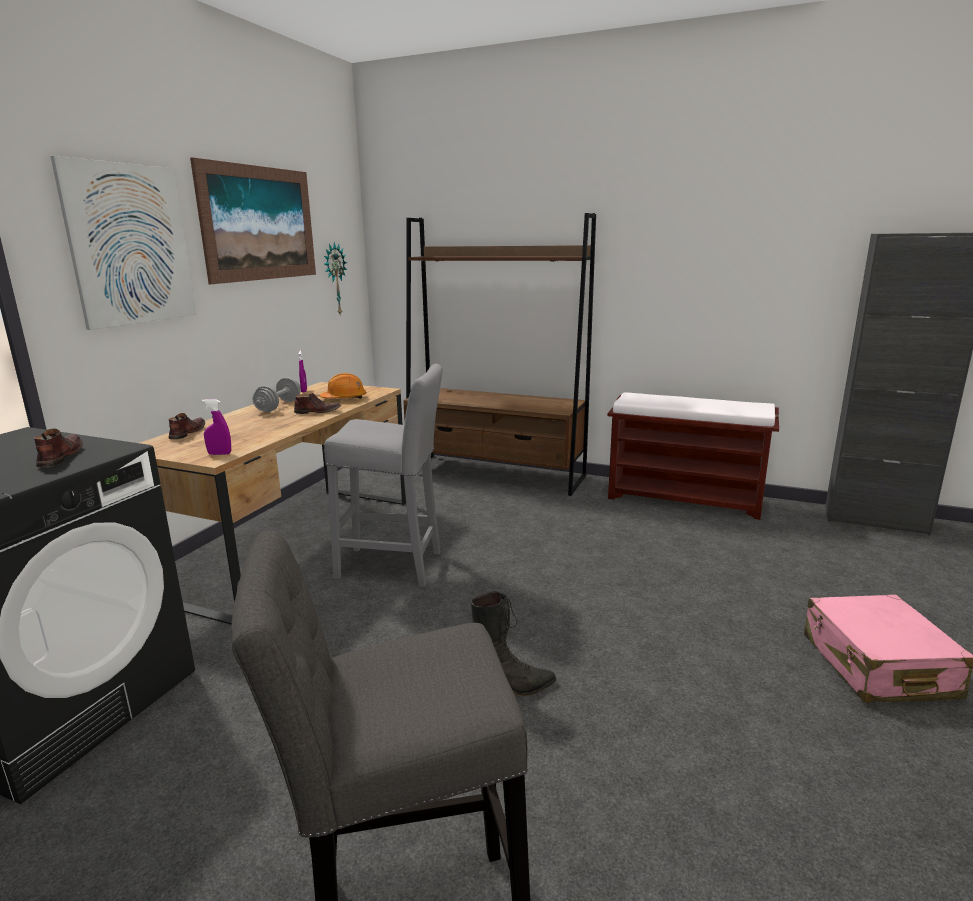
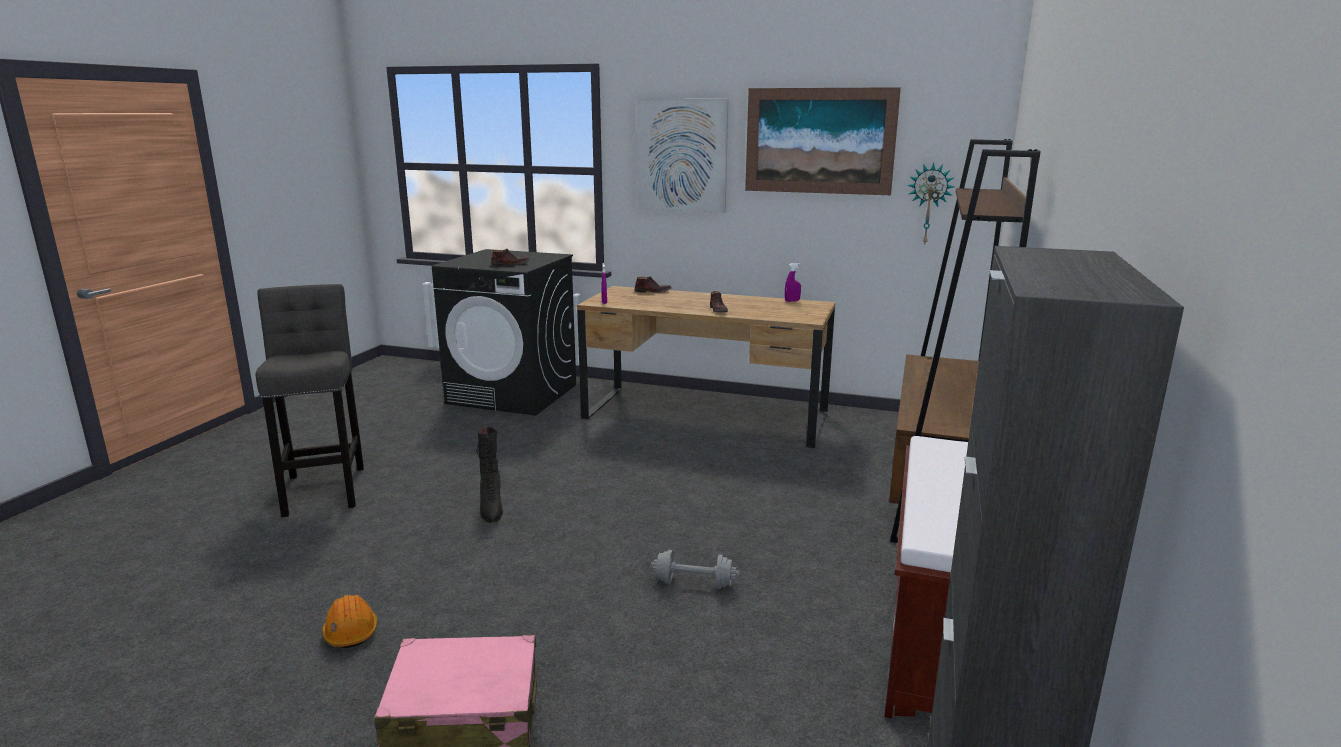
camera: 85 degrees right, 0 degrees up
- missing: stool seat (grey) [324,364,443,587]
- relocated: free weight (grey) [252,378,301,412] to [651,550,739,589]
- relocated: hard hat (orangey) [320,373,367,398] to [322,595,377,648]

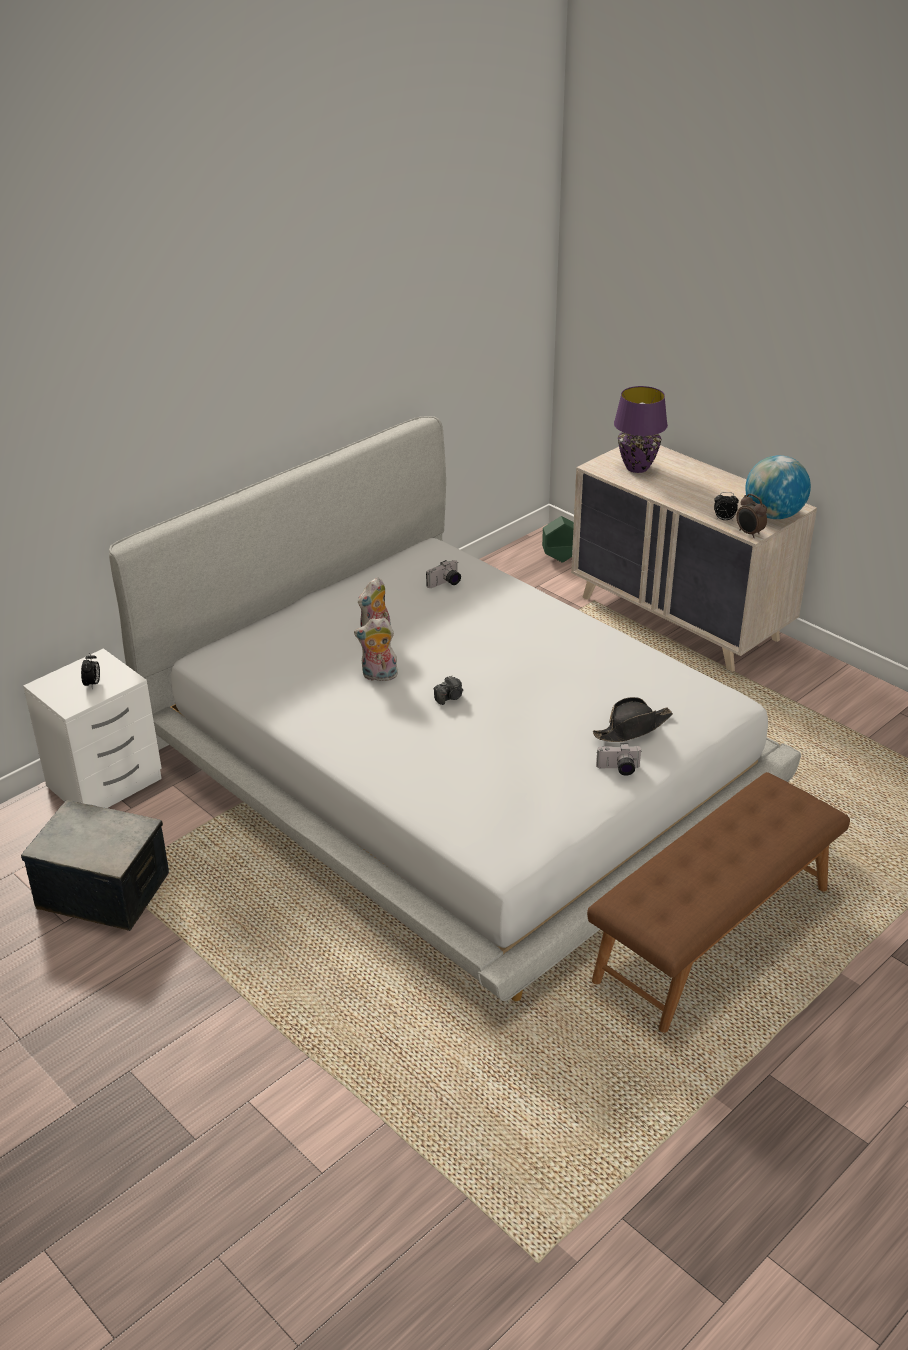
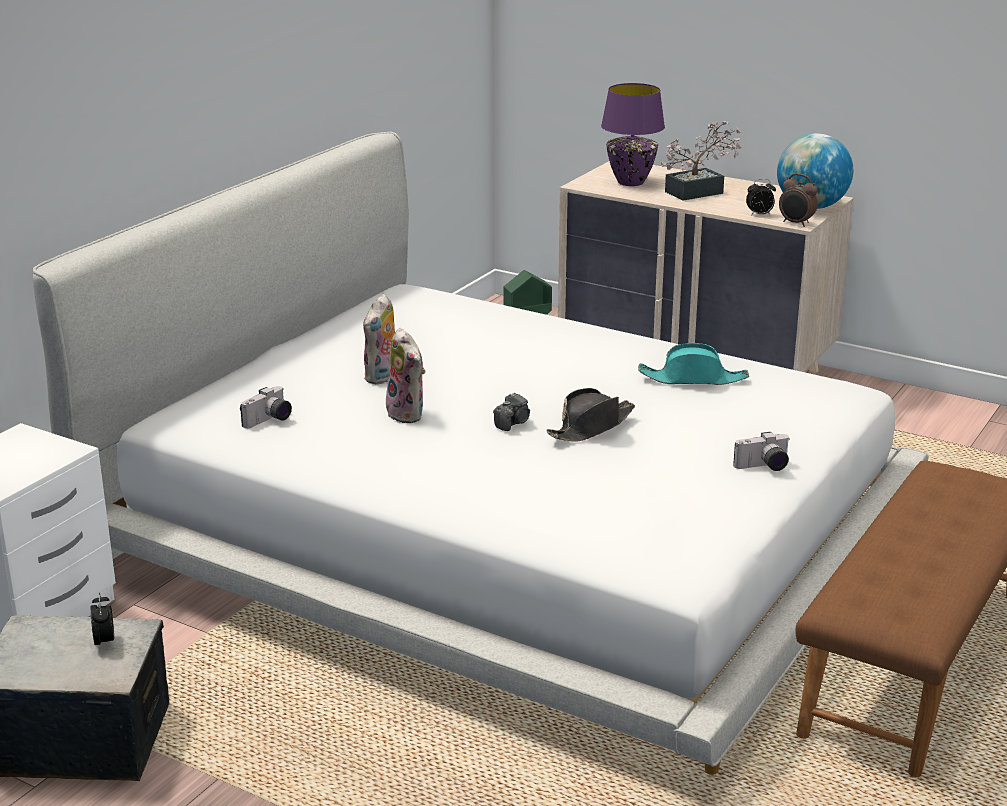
camera: 15 degrees left, 10 degrees down
- appeared: wearable hat (blue-green) [638,343,749,385]
- appeared: potted plant [661,121,741,201]
- relocated: alarm clock [81,653,100,689] to [91,593,114,648]
- relocated: still camera [426,560,461,588] to [240,386,292,429]
- relocated: wearable hat (black-coloured) [593,697,673,742] to [546,388,635,442]
- spun: plush toy [354,617,398,681] = [386,328,425,423] 105 degrees counterclockwise

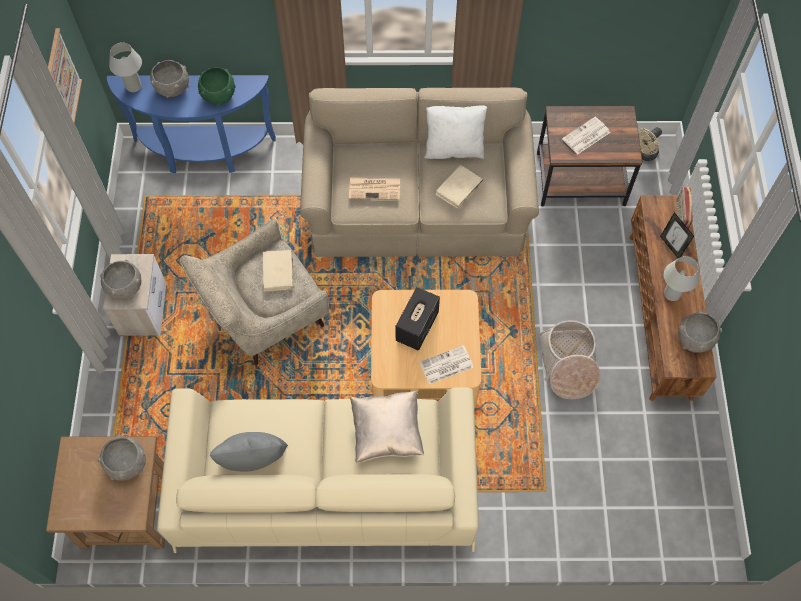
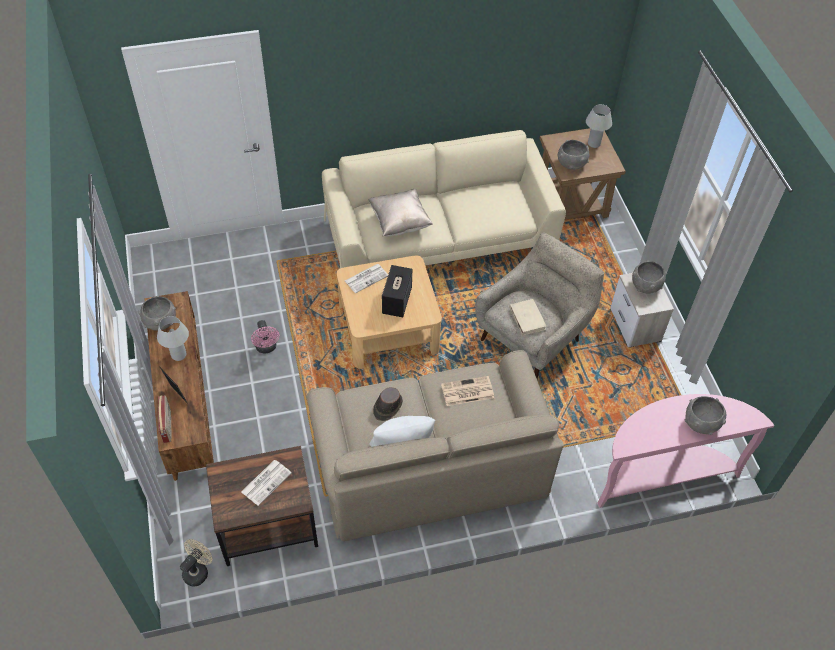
camera: 165 degrees right, 10 degrees down
- missing: wall art [48,28,82,124]
- missing: deep dish (greenish) [198,67,236,106]
- missing: pillow (grey) [210,432,288,472]
- relocated: lamp for a table (whitish) [109,42,142,92] to [586,104,612,148]
- exchanged: volume (beige) [435,165,483,209] to wearable hat (brownish) [373,387,403,421]
- exchanged: storage basket [538,320,600,399] to fan (pink) [251,320,279,354]
- colour: narrow table (blue-coloured) [107,75,276,173] to narrow table (pink) [597,394,774,508]

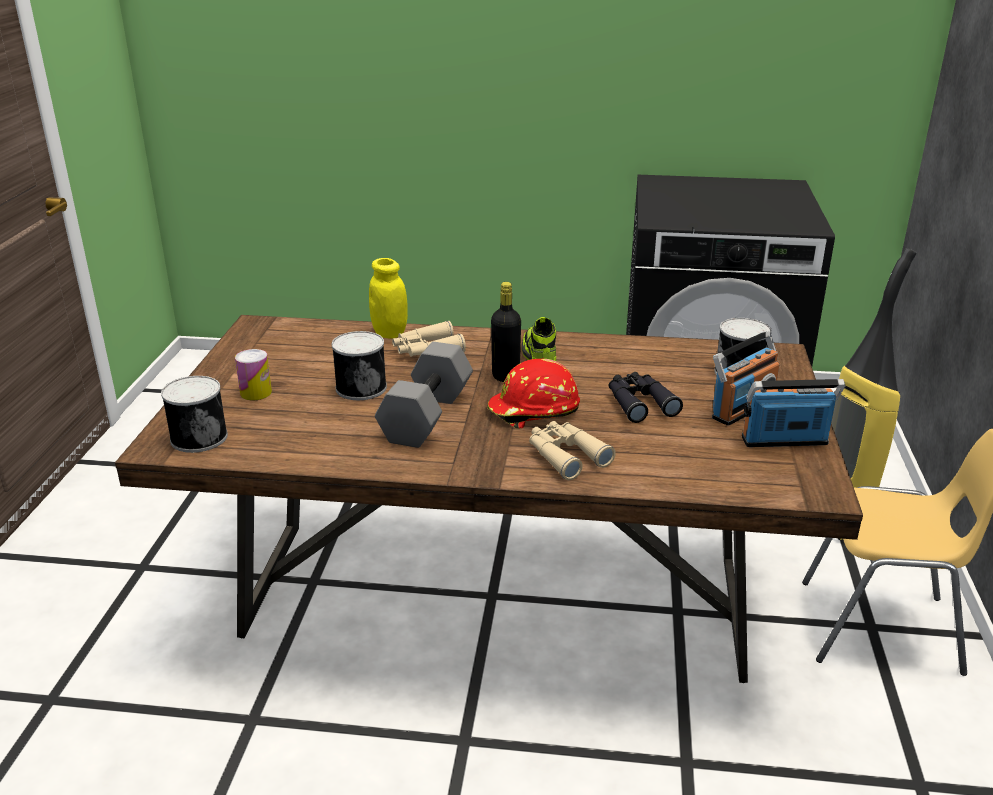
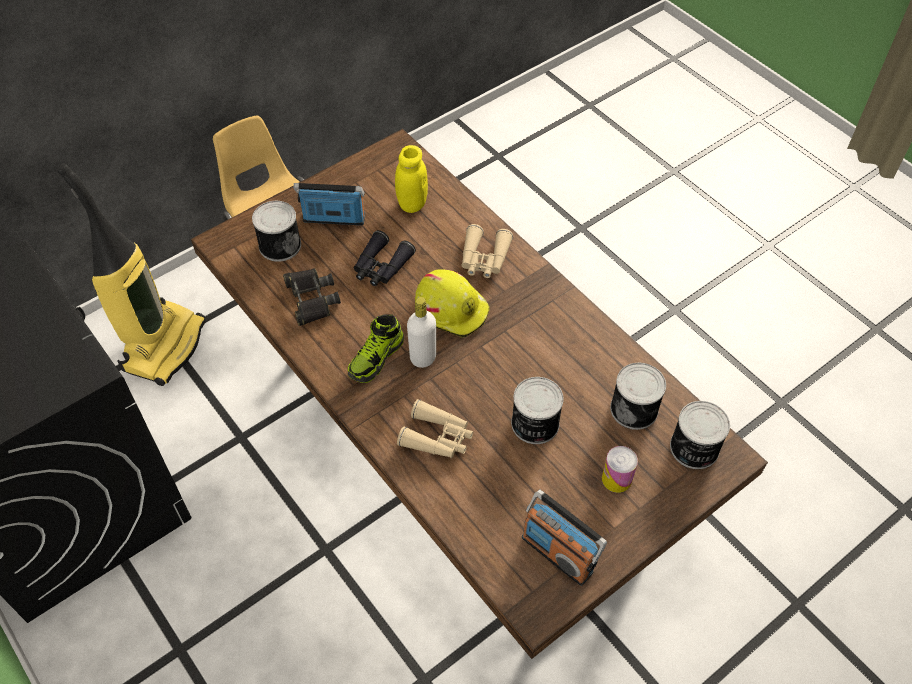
camera: 135 degrees left, 25 degrees up
- missing: free weight (grey) [375,342,473,448]
- appeared: binoculars (black-coloured) [283,268,341,326]
- appeared: sealed can [610,363,666,430]
- relocated: preserve jar (yellowish) [369,258,408,339] to [395,145,428,213]
- relocated: radio set [742,379,845,447] to [522,490,607,586]
- colour: hard hat (red) [487,359,580,428] to hard hat (yellowish) [415,269,490,337]
- colour: bottle (black-coloured) [491,282,521,382] to bottle (whitish) [407,297,436,368]

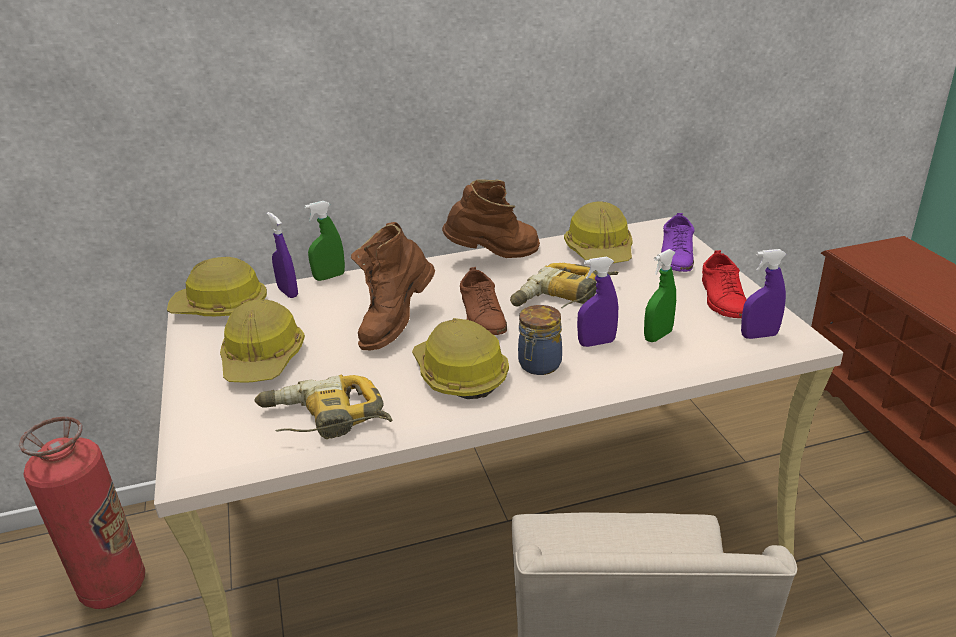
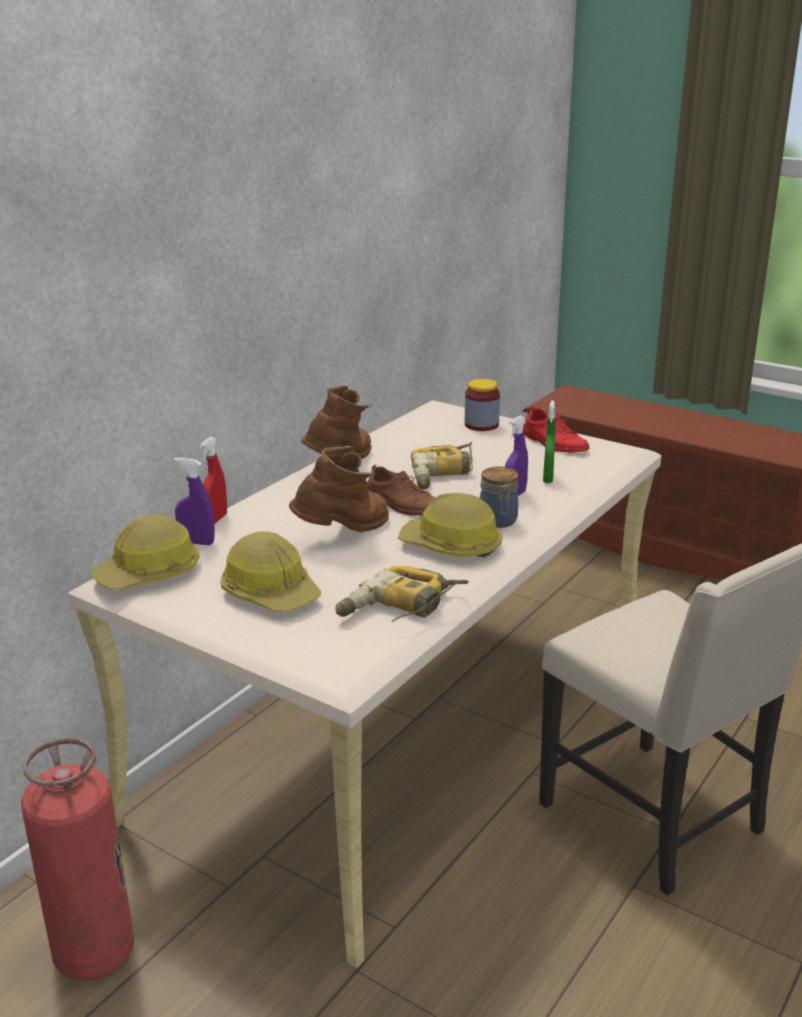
camera: 40 degrees left, 5 degrees down
- missing: hard hat [564,201,633,263]
- missing: spray bottle (purplish) [741,249,787,339]
- exchanged: shoe (purplish) [661,213,694,272] to preserve jar [465,379,500,431]
- colour: spray bottle (greenish) [305,201,345,281] to spray bottle (red) [200,437,227,524]
- spun: tall boot (brownish) [351,222,435,350] = [289,446,389,532] 120 degrees counterclockwise

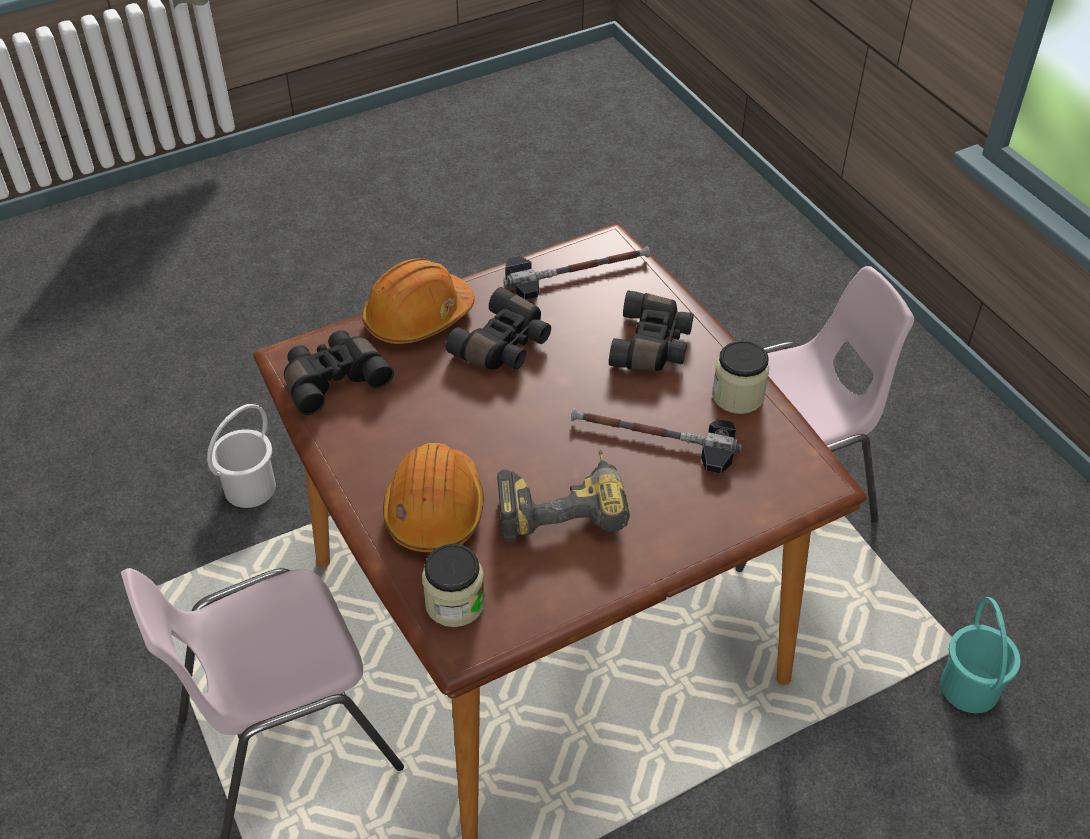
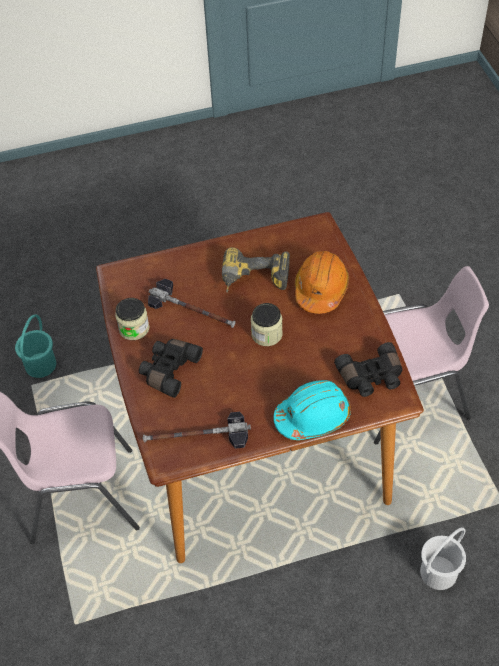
camera: 165 degrees left, 5 degrees up
- missing: binoculars (black-coloured) [446,287,551,370]
- relocated: preserve jar [422,544,485,627] to [251,303,283,346]
- colour: hard hat (orangey) [362,258,475,344] to hard hat (blue-green) [273,380,351,440]

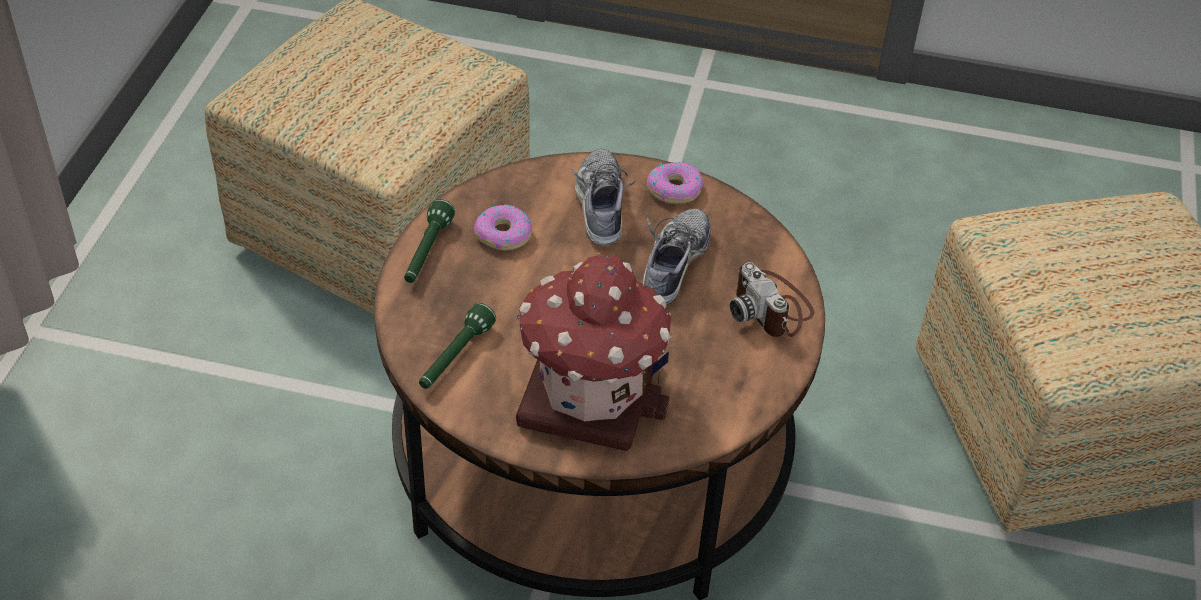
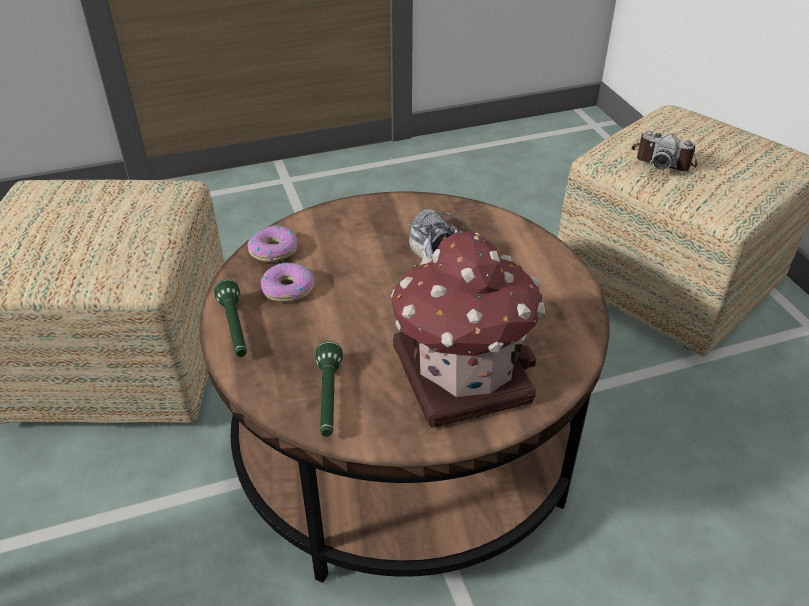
camera: 30 degrees left, 5 degrees down
- missing: shoe [569,149,635,246]
- relocated: donut [647,162,703,204] to [248,225,297,262]
- relocated: still camera [730,262,814,337] to [632,131,698,171]

